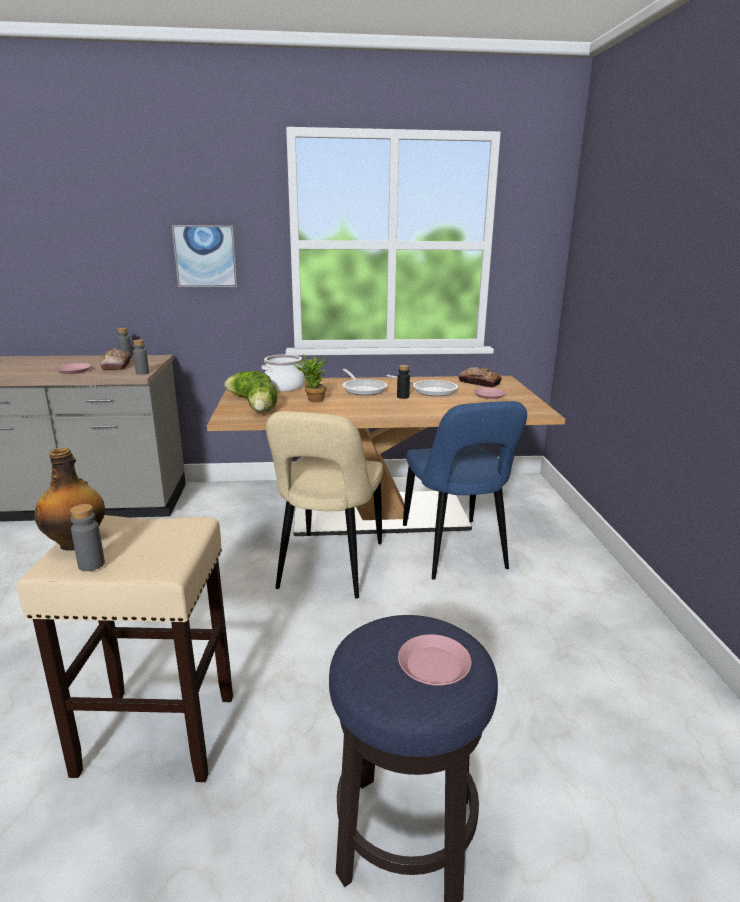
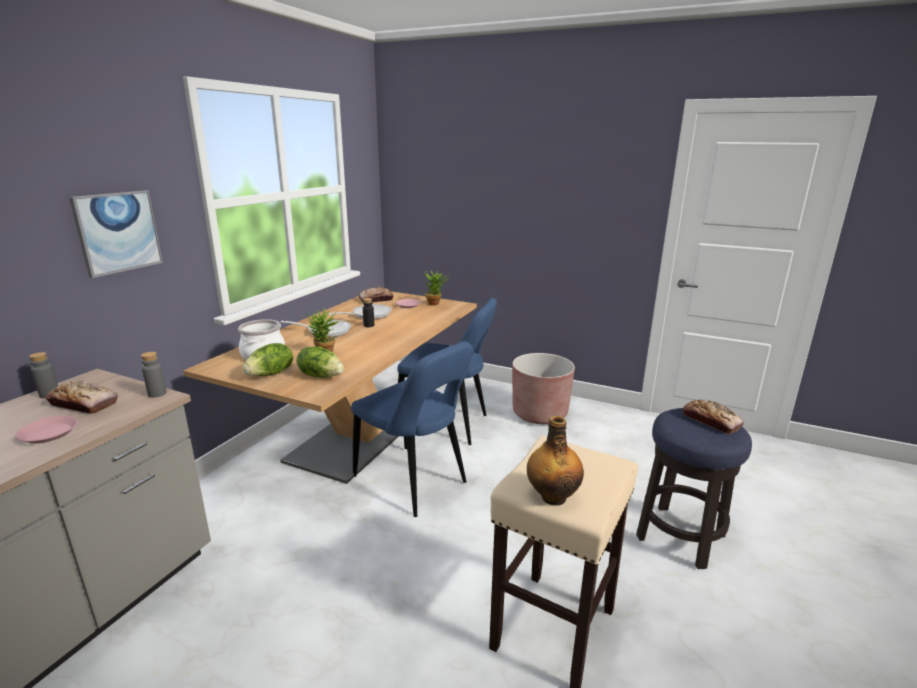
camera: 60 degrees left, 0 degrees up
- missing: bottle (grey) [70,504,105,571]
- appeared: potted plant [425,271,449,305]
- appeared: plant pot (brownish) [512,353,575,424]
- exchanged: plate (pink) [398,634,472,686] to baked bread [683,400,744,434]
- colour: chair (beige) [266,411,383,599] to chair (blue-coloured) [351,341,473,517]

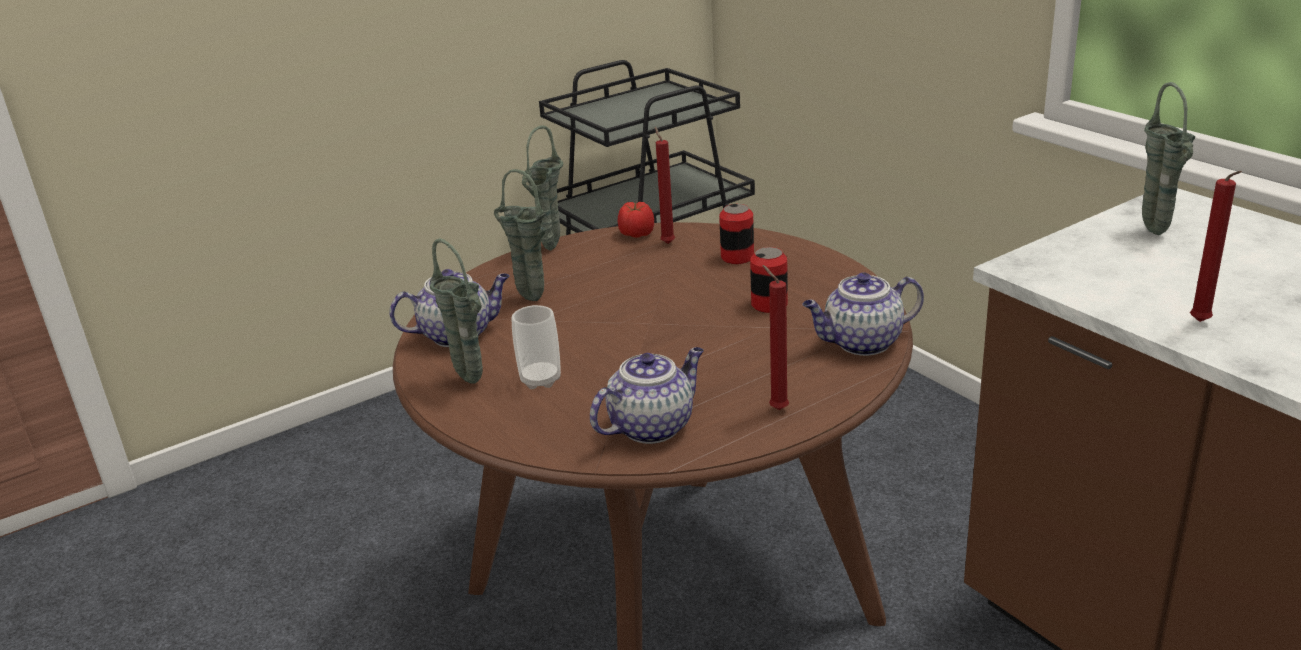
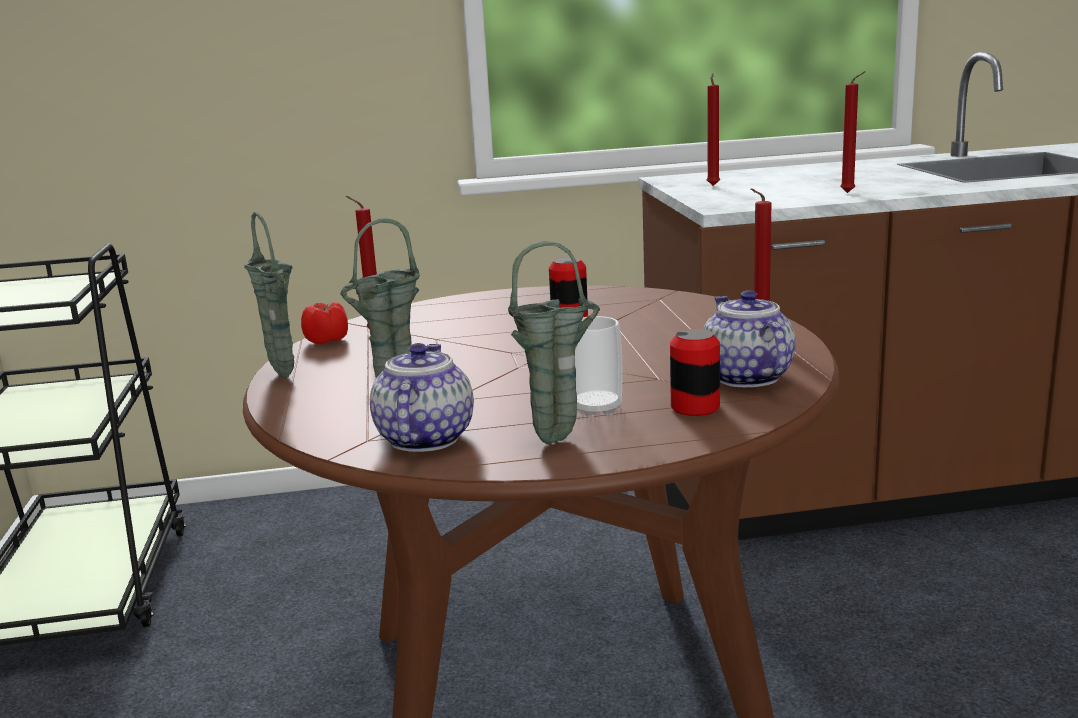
camera: 65 degrees left, 10 degrees down
- missing: pot for tea [803,273,924,356]
- relocated: sealed can [719,204,754,264] to [670,329,720,416]
- exchanged: flower vase (greenish) [1142,82,1195,235] to candle (red) [707,73,720,186]

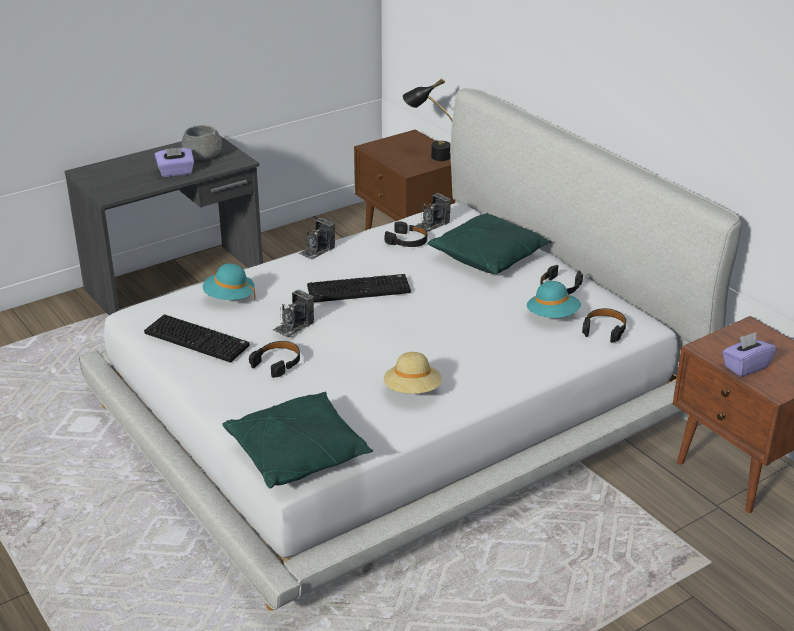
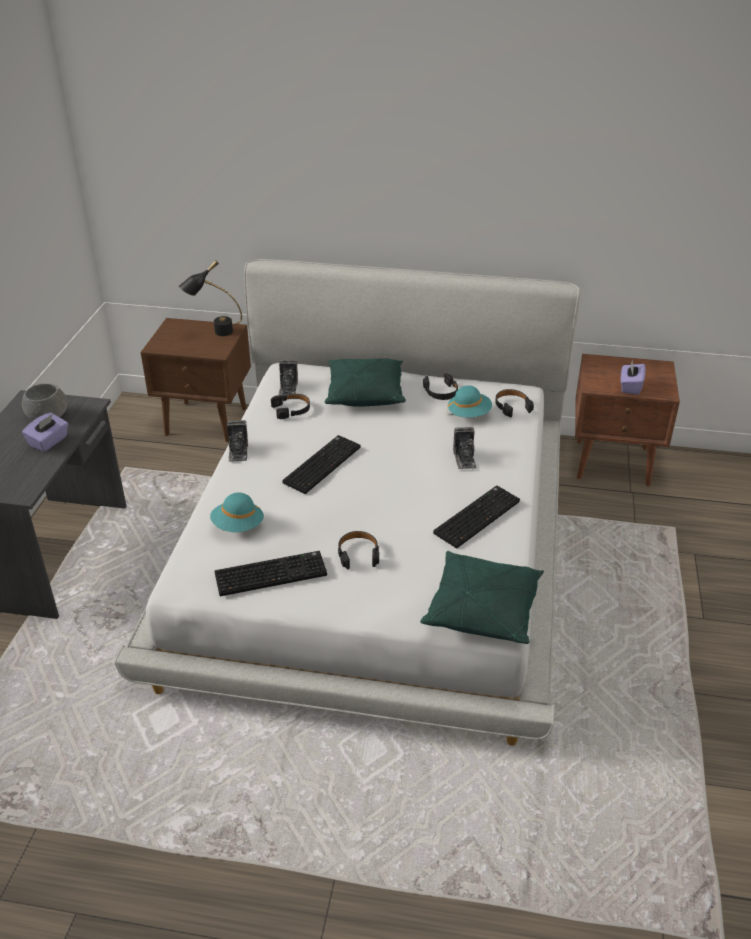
camera: 45 degrees left, 5 degrees up
- relocated: still camera [273,290,314,337] to [453,427,476,469]
- exchanged: wearable hat (beige) [384,352,442,394] to computer keyboard [433,486,520,549]

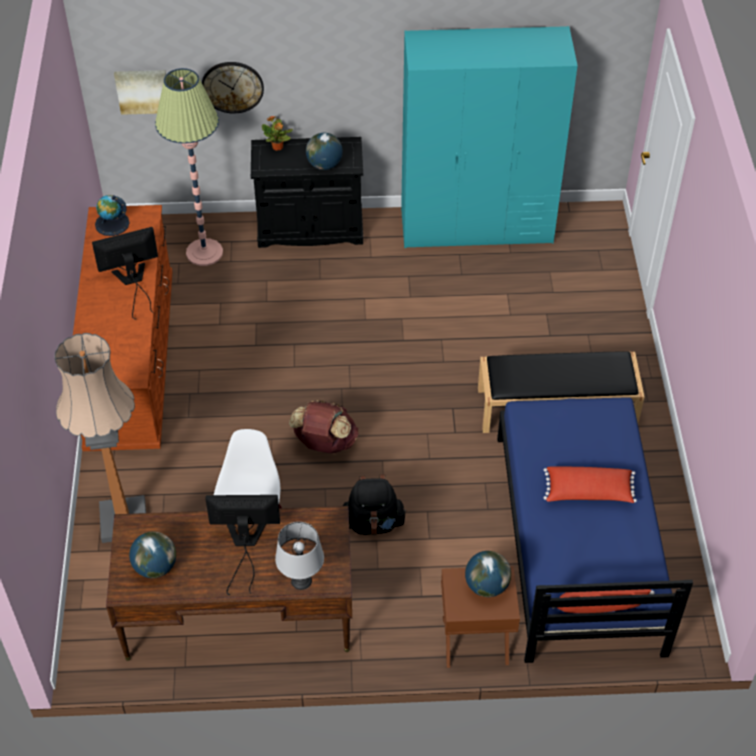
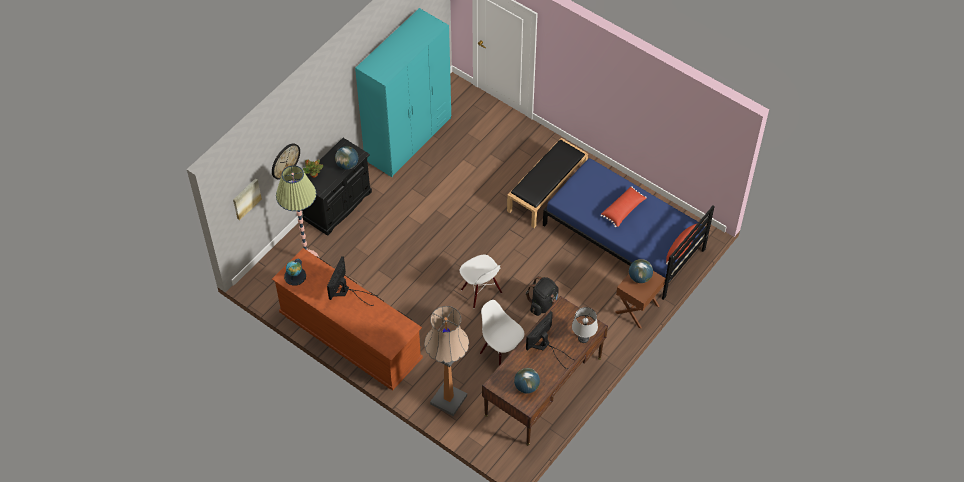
camera: 50 degrees left, 5 degrees up
- exchanged: knapsack (brownish) [289,400,358,453] to chair (whitish) [460,255,502,308]

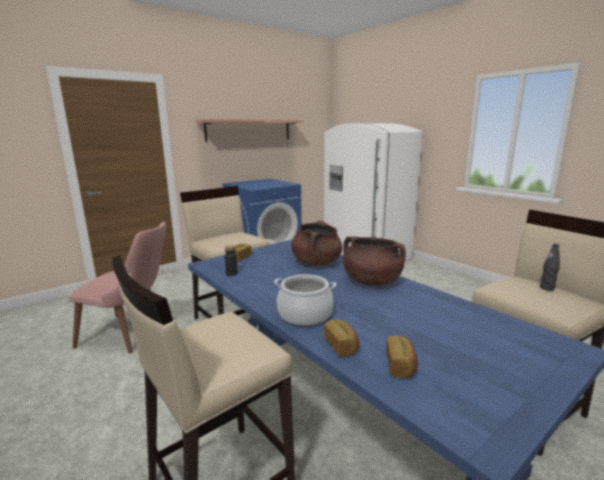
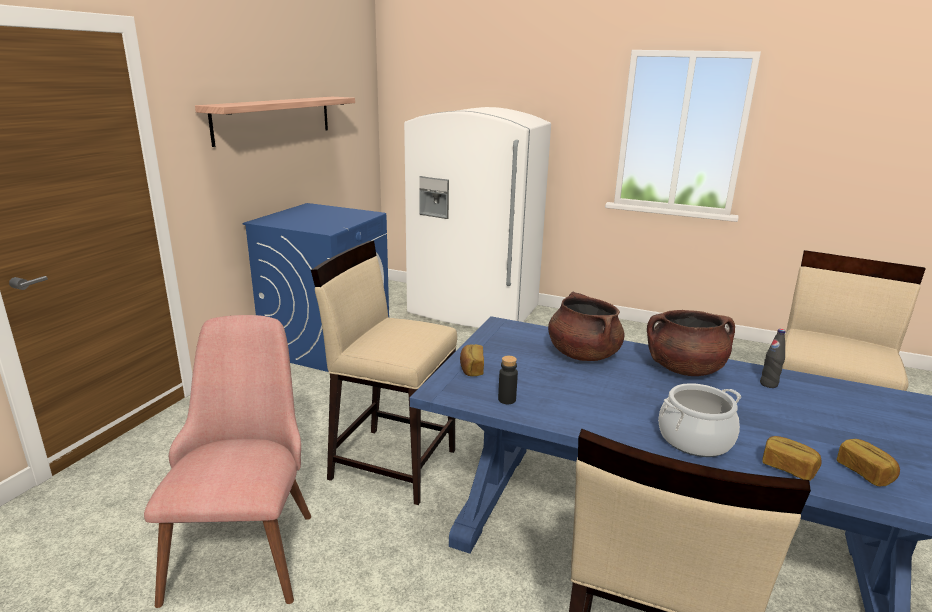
camera: 30 degrees left, 5 degrees up
- relocated: bottle (black-coloured) [540,243,560,291] to [760,329,786,388]
- spun: chair (pink) [68,222,166,354] = [144,315,311,608] 75 degrees counterclockwise

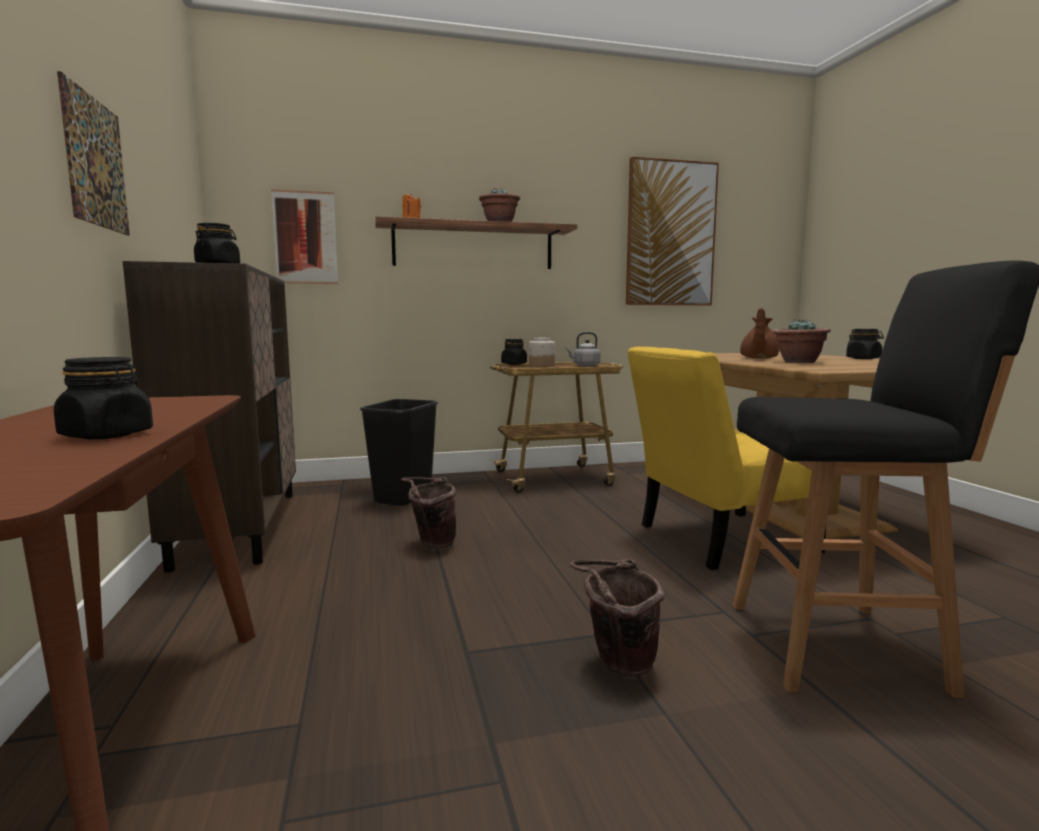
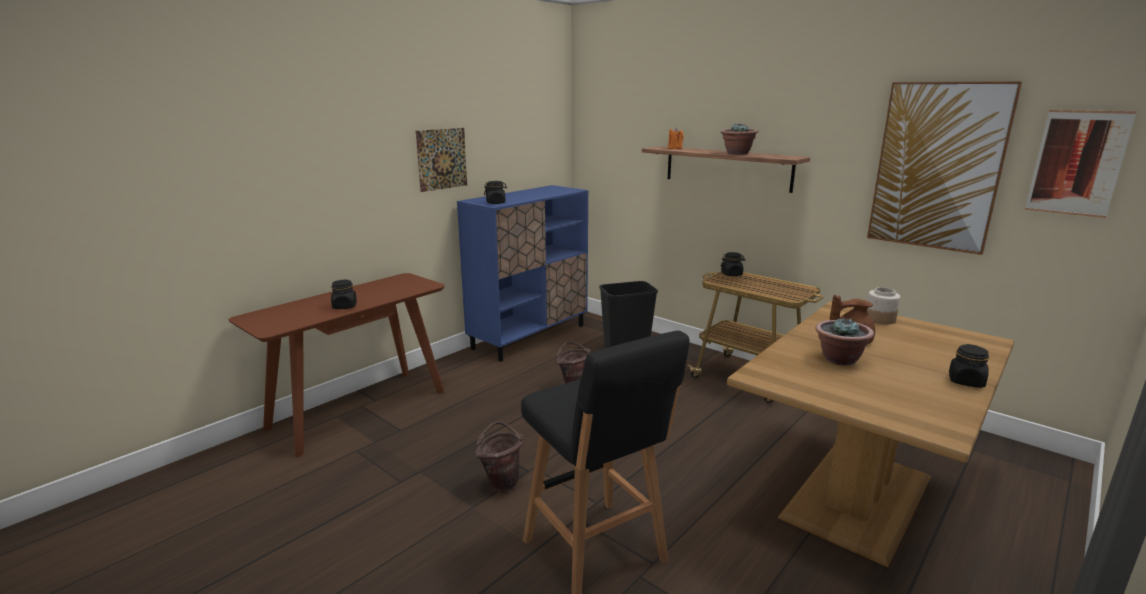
camera: 55 degrees right, 10 degrees up
- missing: kettle (grey) [566,332,601,366]
- missing: chair (yellowish) [627,347,826,570]
- relocated: wall art [271,189,338,284] to [1025,110,1136,218]
- relocated: preserve jar [529,338,555,367] to [867,287,900,325]
- colour: cabinet (brownish) [123,261,296,573] to cabinet (blue-coloured) [457,185,588,361]

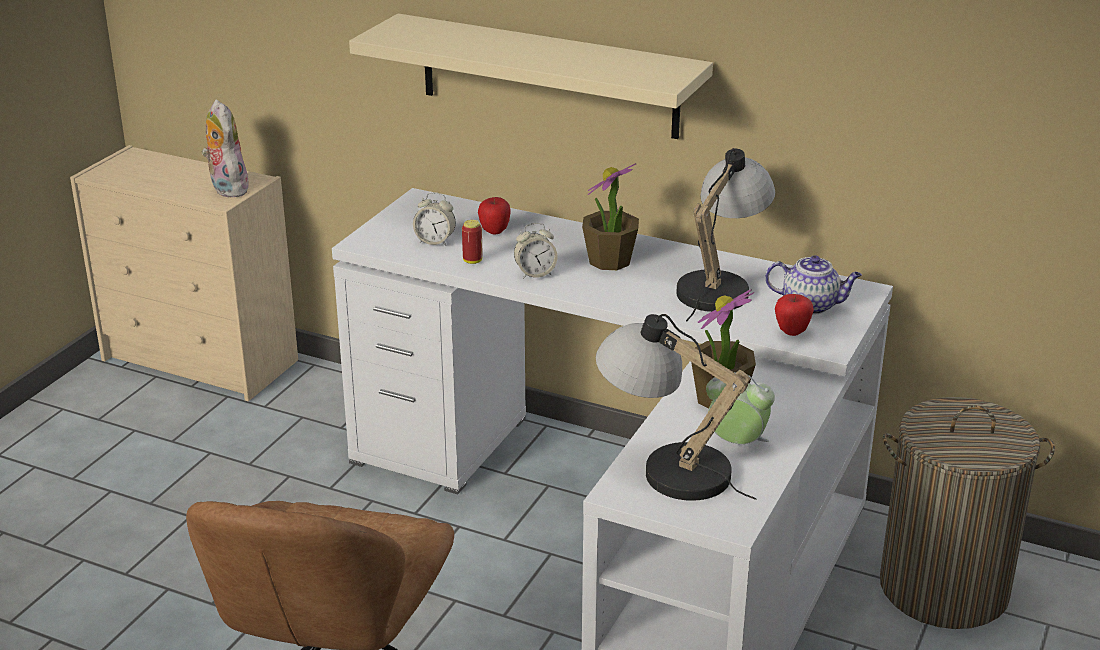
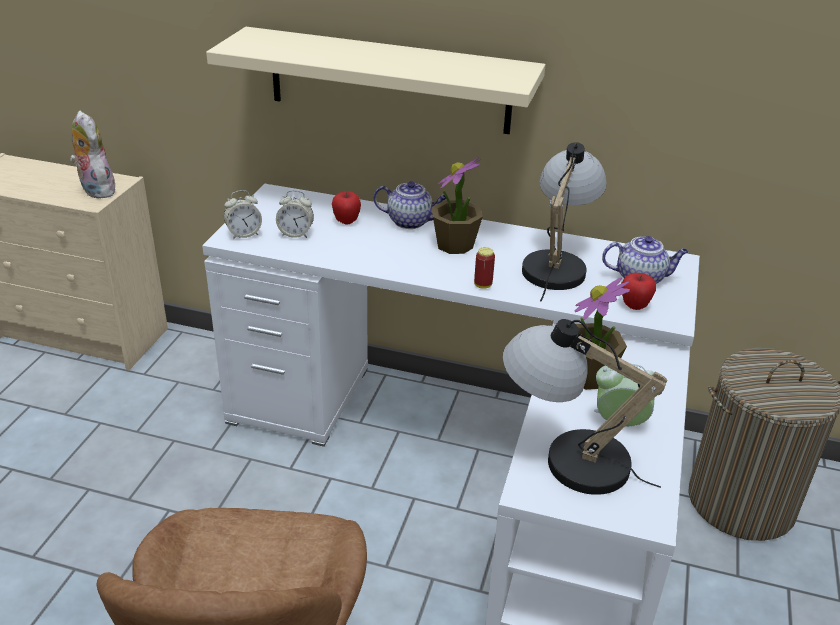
camera: 10 degrees left, 5 degrees up
- appeared: pot for tea [373,181,446,229]
- relocated: sealed can [462,220,483,264] to [474,247,495,289]
- relocated: alarm clock [514,223,557,279] to [224,190,262,239]

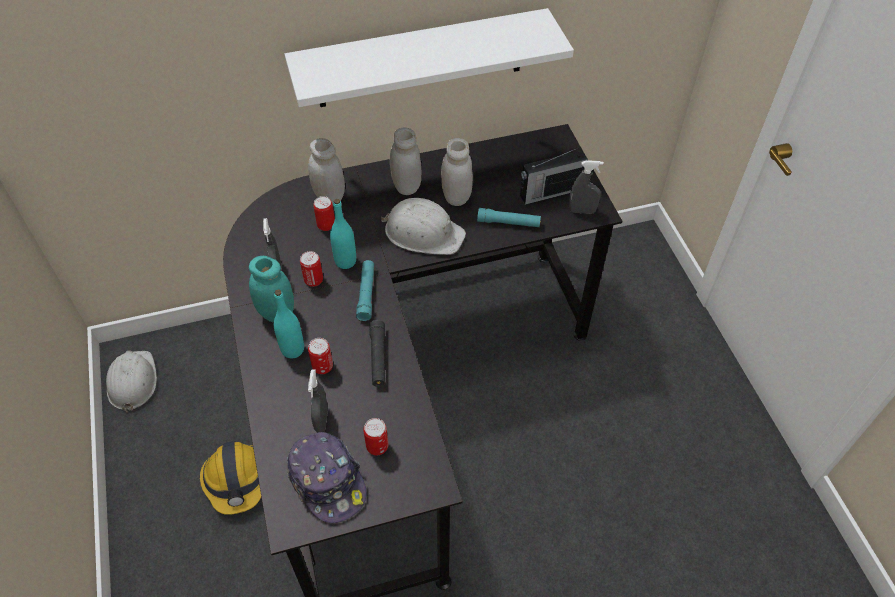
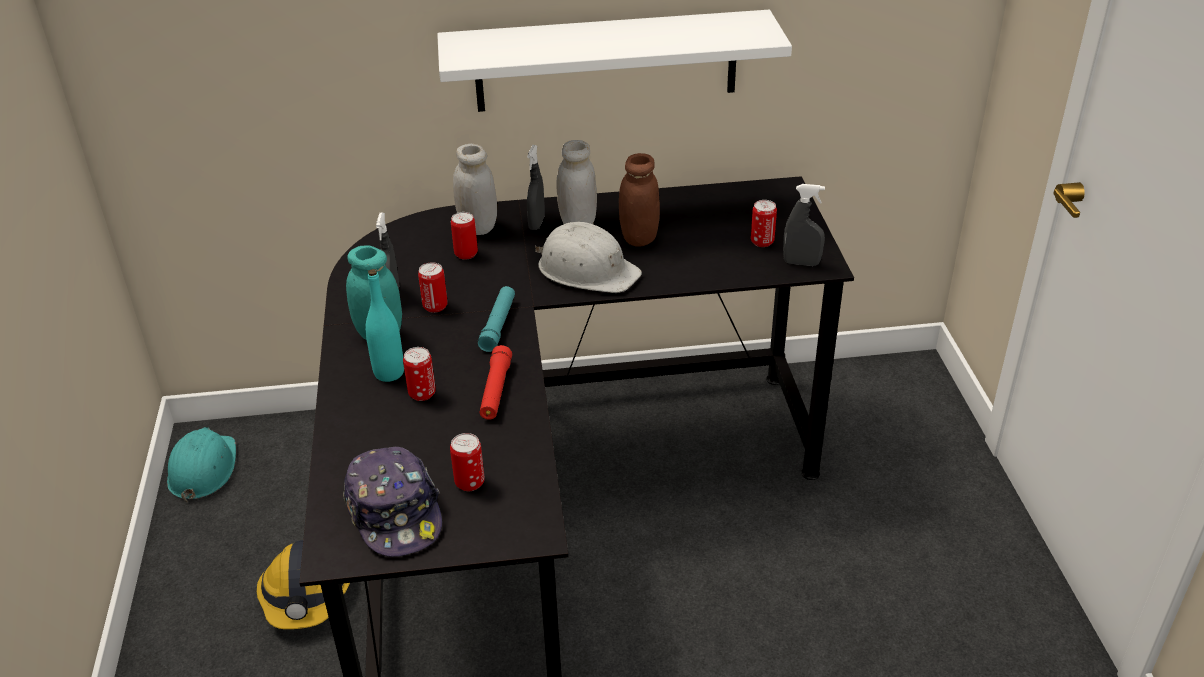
camera: 10 degrees right, 15 degrees down
- missing: bottle (blue-green) [330,199,356,269]
- missing: hand torch (blue-green) [477,208,541,227]
- relocated: spray bottle (grey) [308,369,328,433] to [527,145,545,230]
- exchanged: radio set [520,149,588,205] to sealed can [751,200,777,247]
- colour: hard hat (whitish) [106,350,157,413] to hard hat (blue-green) [167,427,236,503]
- colour: hand torch (black-coloured) [369,320,385,387] to hand torch (red) [479,345,512,420]
- colour: preserve jar (whitish) [441,138,473,206] to preserve jar (brownish) [619,153,660,247]

